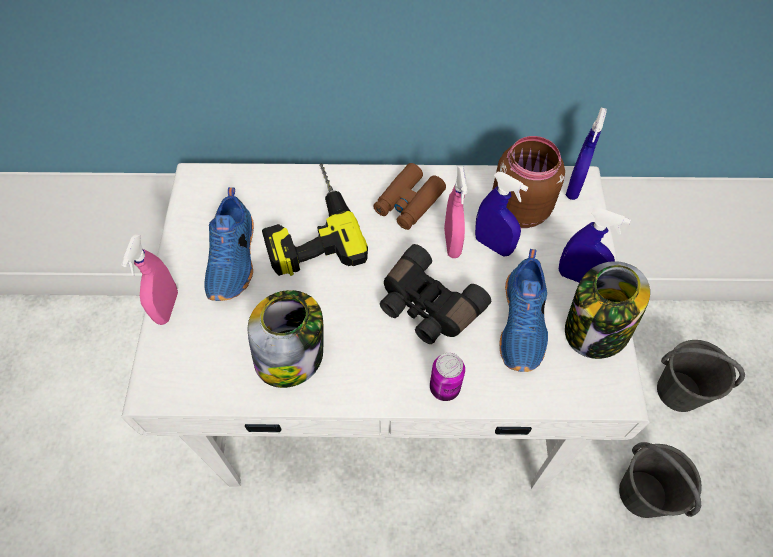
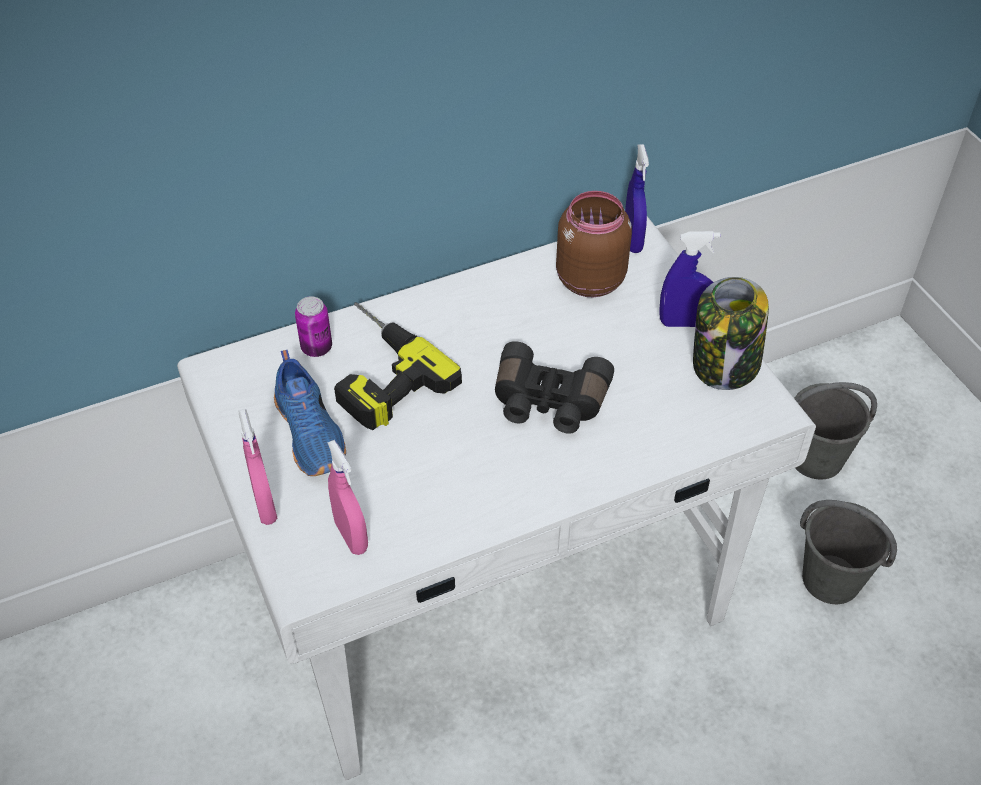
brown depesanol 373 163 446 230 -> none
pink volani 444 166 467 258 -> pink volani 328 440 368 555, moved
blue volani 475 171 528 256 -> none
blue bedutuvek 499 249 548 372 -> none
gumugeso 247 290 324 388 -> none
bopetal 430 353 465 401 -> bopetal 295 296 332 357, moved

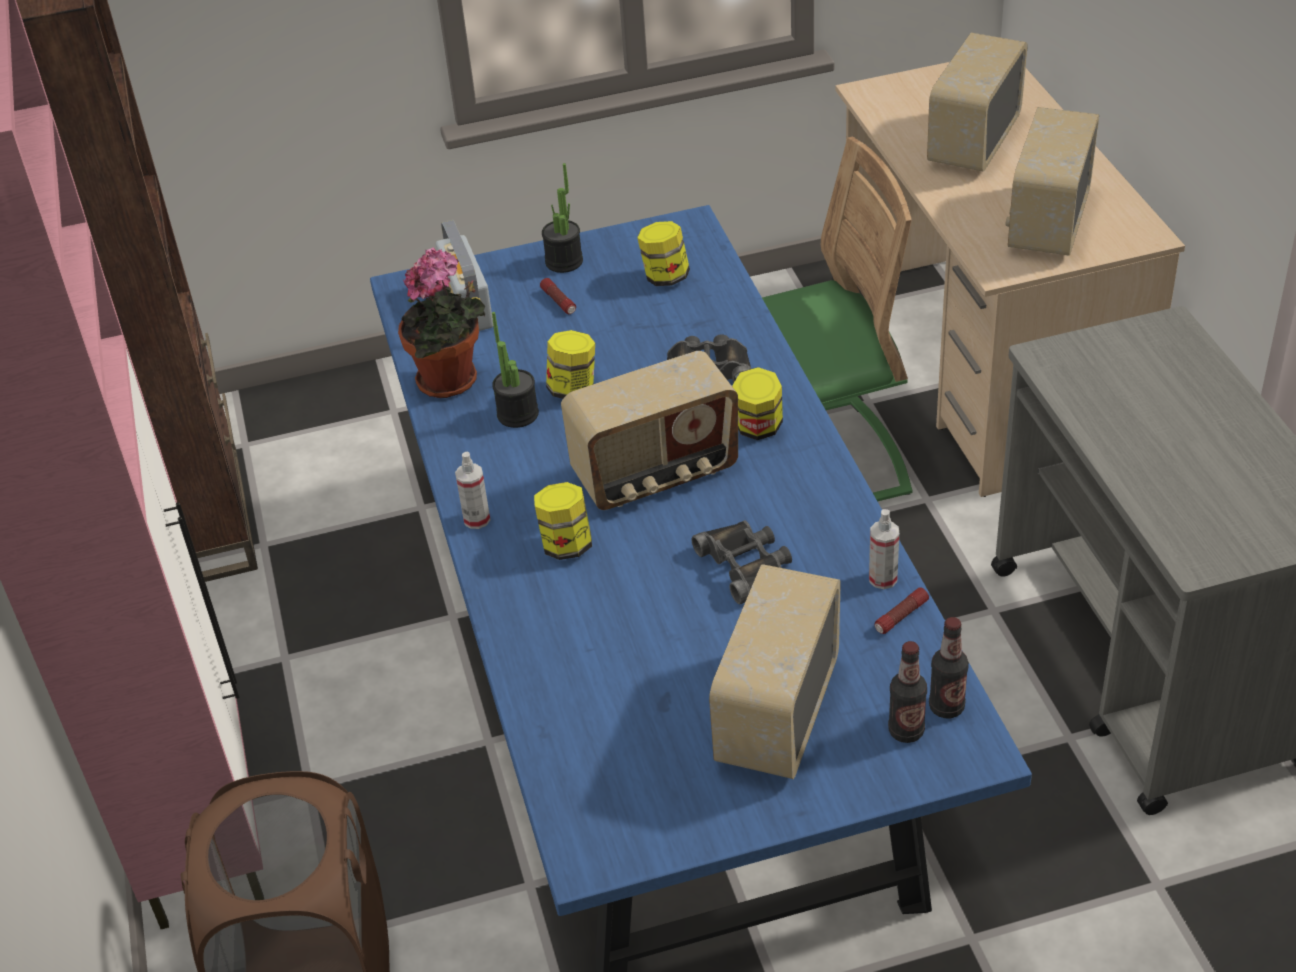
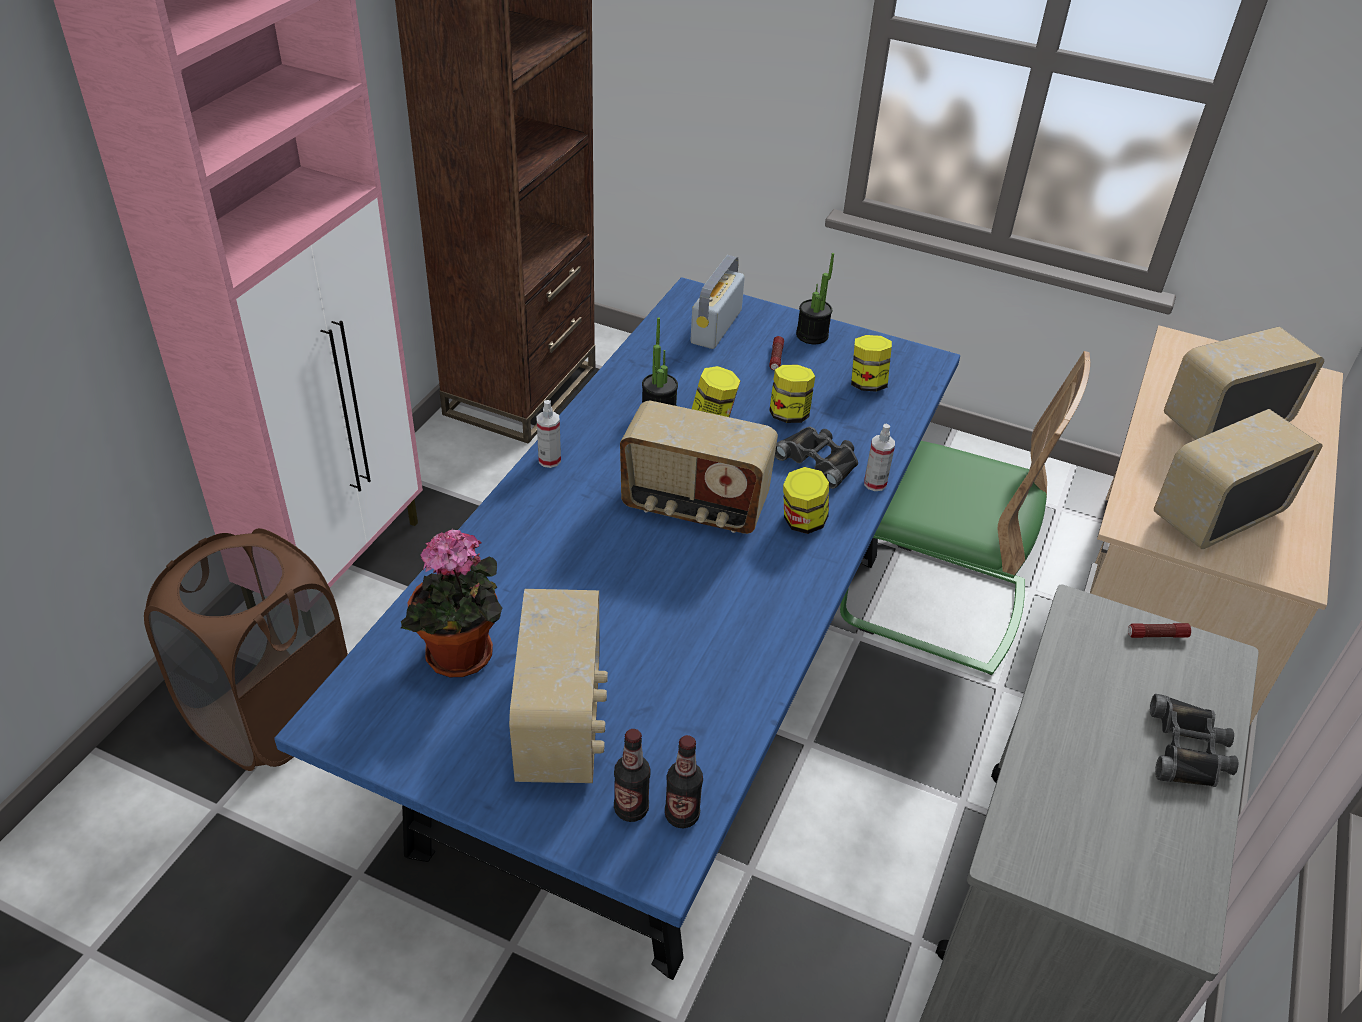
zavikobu 398 247 485 398 -> zavikobu 401 530 502 677, moved
gumugeso 534 482 592 560 -> gumugeso 769 365 815 423, moved
volani 869 509 899 589 -> volani 864 424 895 491, moved
black depesanol 692 520 792 604 -> black depesanol 1150 694 1238 787, moved
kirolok 709 564 841 779 -> kirolok 509 589 608 783, 120 degrees clockwise
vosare 875 587 929 634 -> vosare 1128 623 1191 638, moved

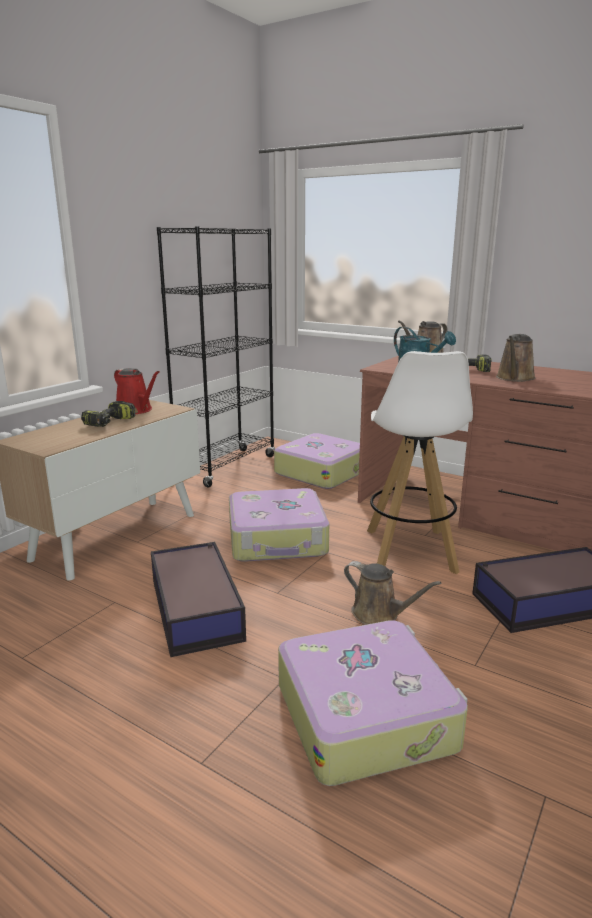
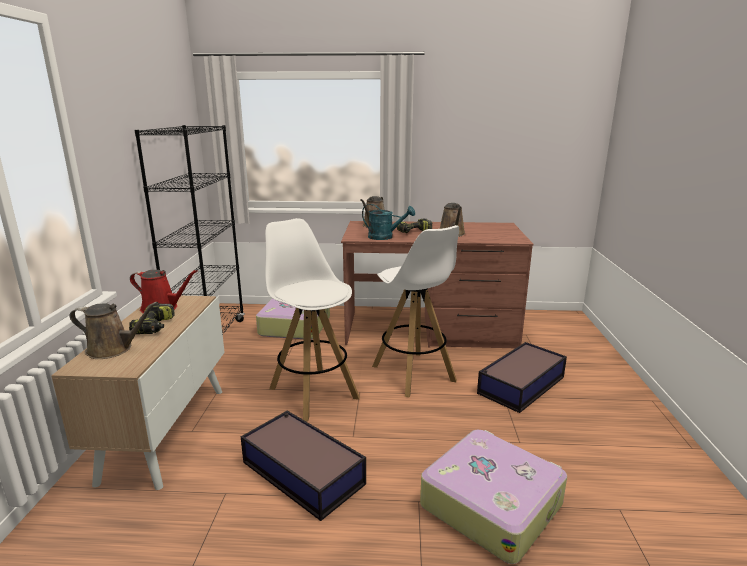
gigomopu 229 488 329 562 -> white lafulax 265 218 360 421
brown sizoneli 344 561 441 625 -> brown sizoneli 70 302 158 359, moved

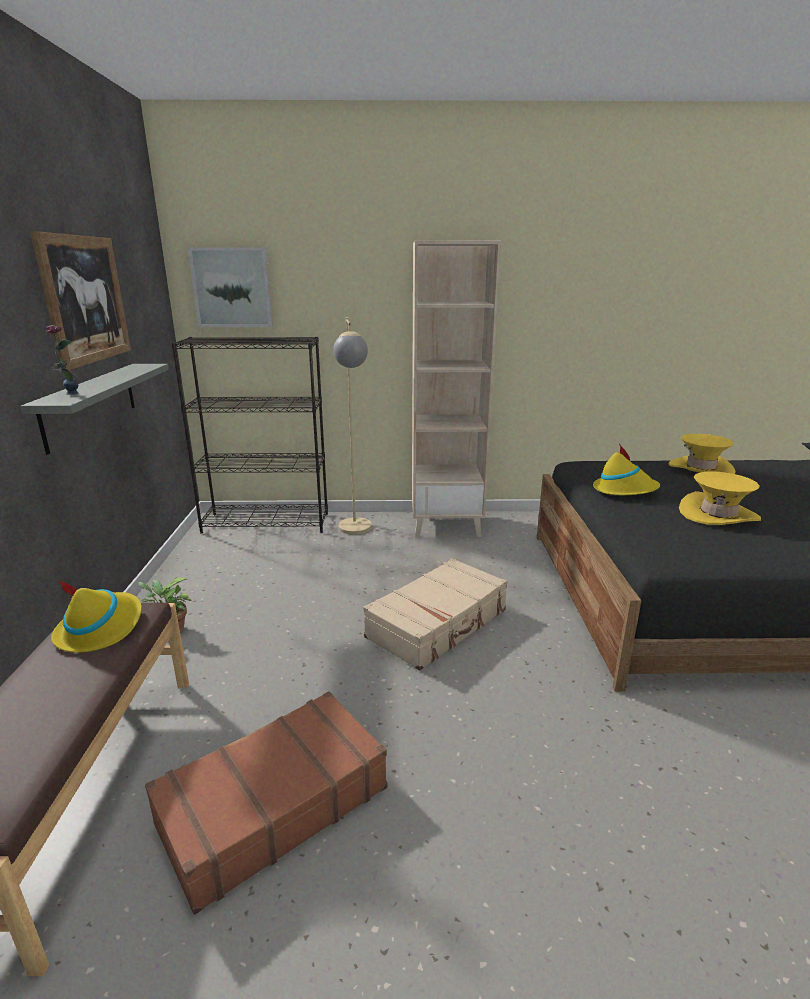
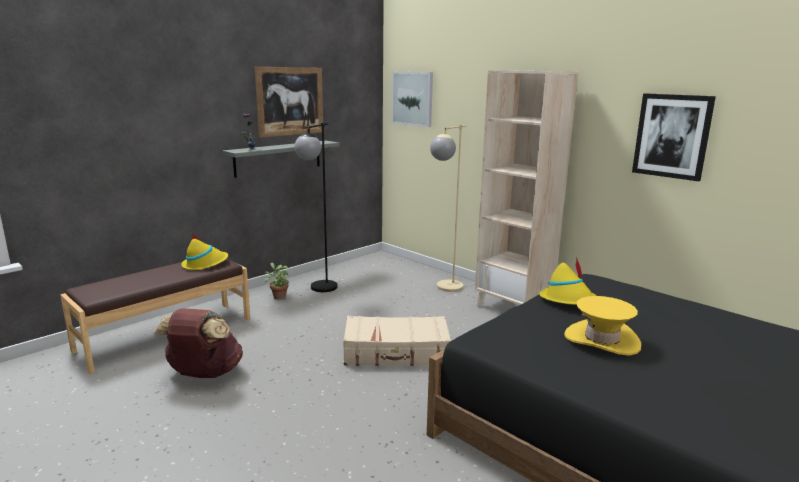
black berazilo 171 337 328 533 -> none
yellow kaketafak 669 434 735 474 -> none
brown gigomopu 145 691 387 915 -> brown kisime 154 308 243 378
none -> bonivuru 632 93 716 181
none -> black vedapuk 295 123 338 292

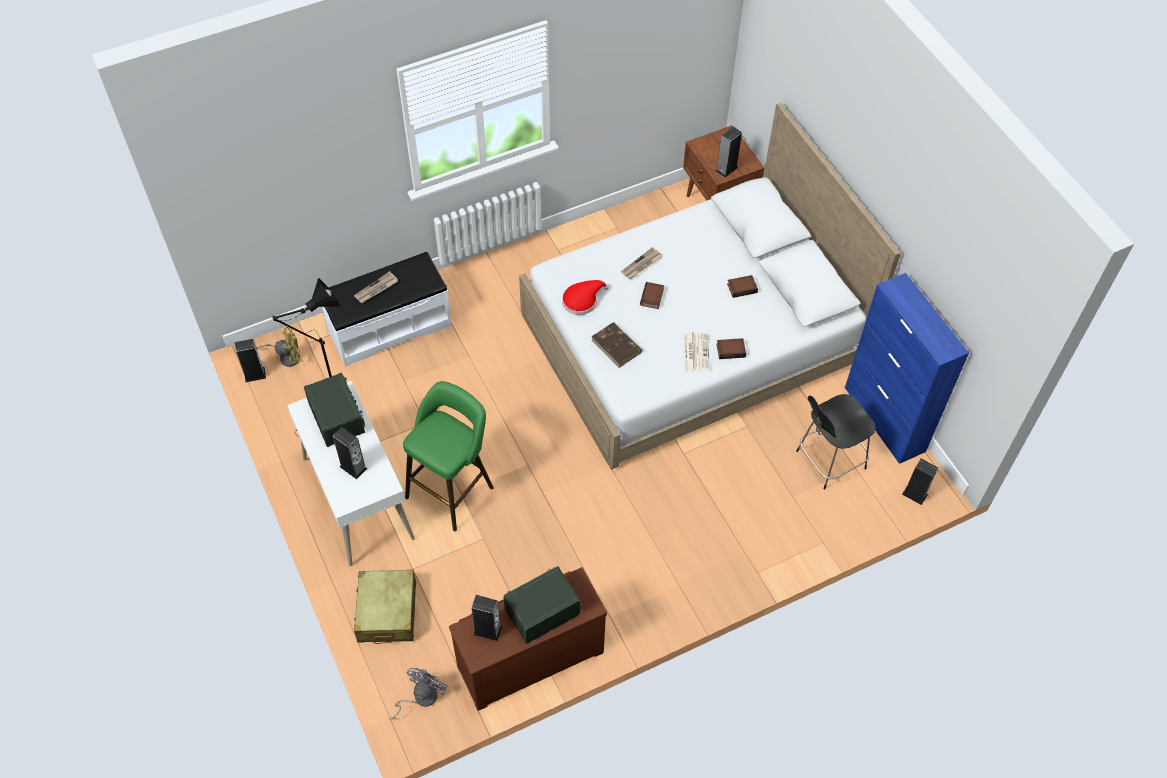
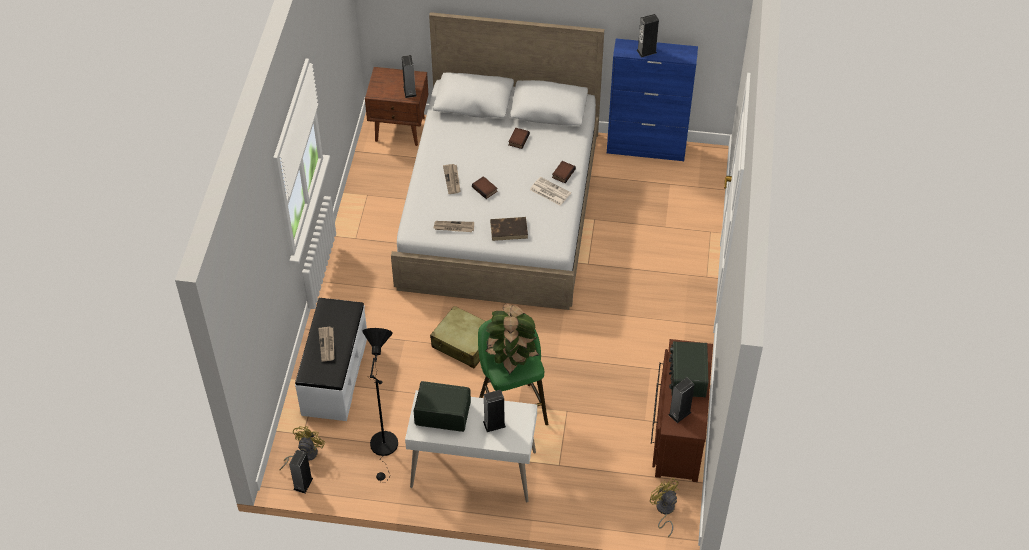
red kaketafak 562 280 609 315 -> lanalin 433 221 474 232
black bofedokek 796 394 876 490 -> none
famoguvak 902 458 938 505 -> famoguvak 637 14 659 58, moved
beige gigomopu 354 570 416 644 -> beige gigomopu 430 306 486 368, moved
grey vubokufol 389 668 447 720 -> yellow vubokufol 650 478 679 537
none -> zavikobu 485 304 539 375

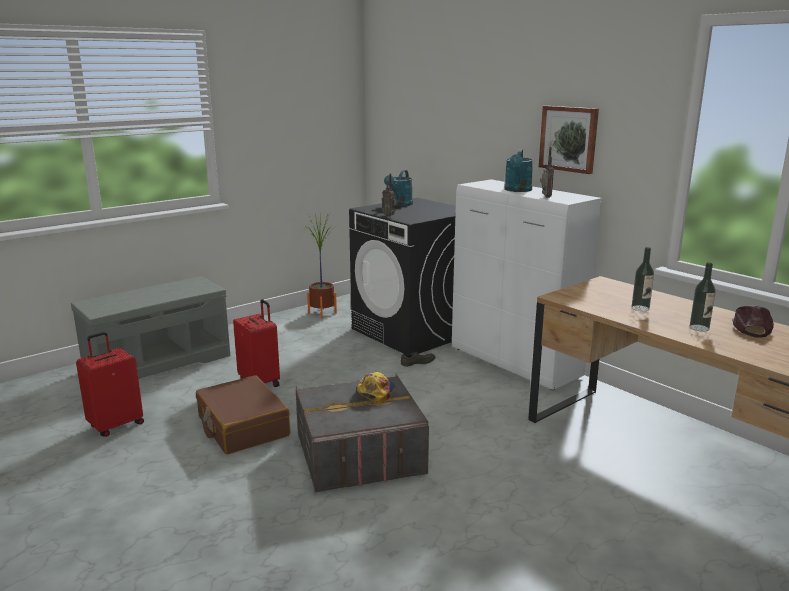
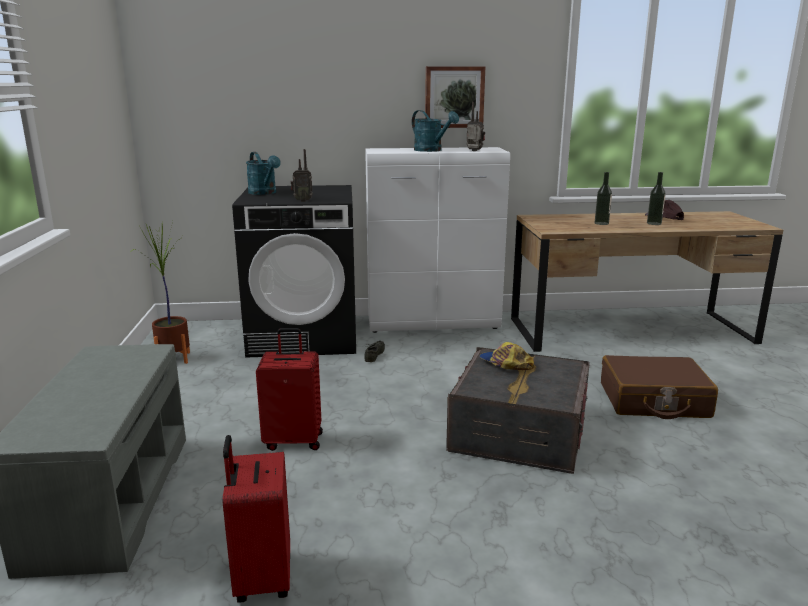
brown gigomopu 196 375 290 454 -> brown gigomopu 601 355 718 419, moved

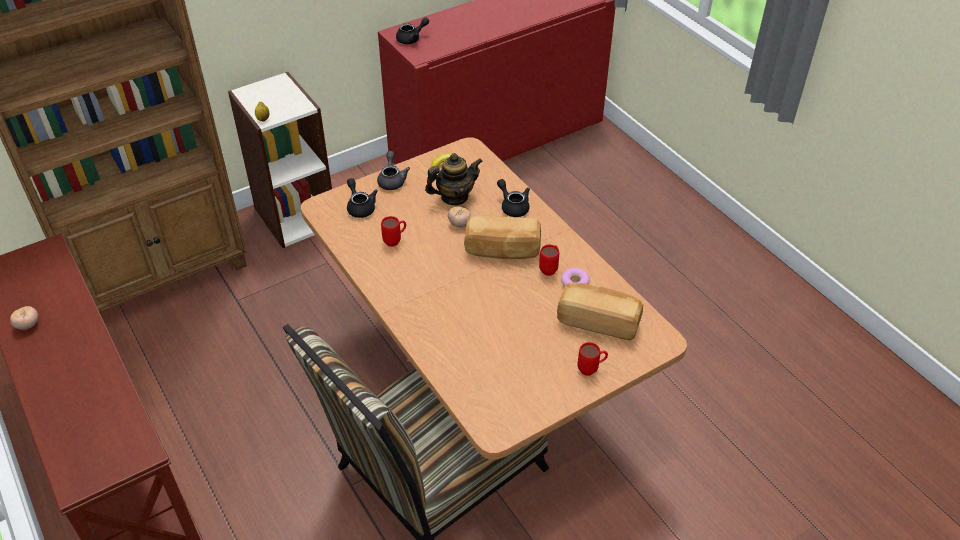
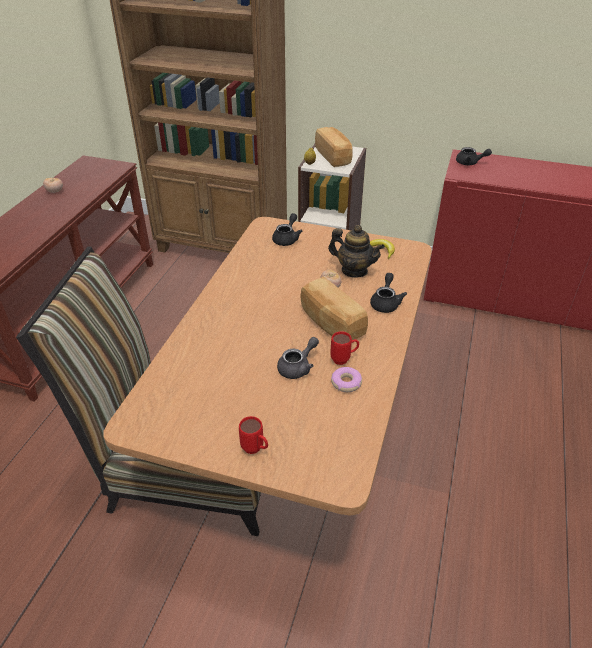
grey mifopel 377 151 410 190 -> grey mifopel 277 337 319 379, moved
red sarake 381 216 406 247 -> none
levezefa 557 282 643 340 -> levezefa 315 127 353 167, moved

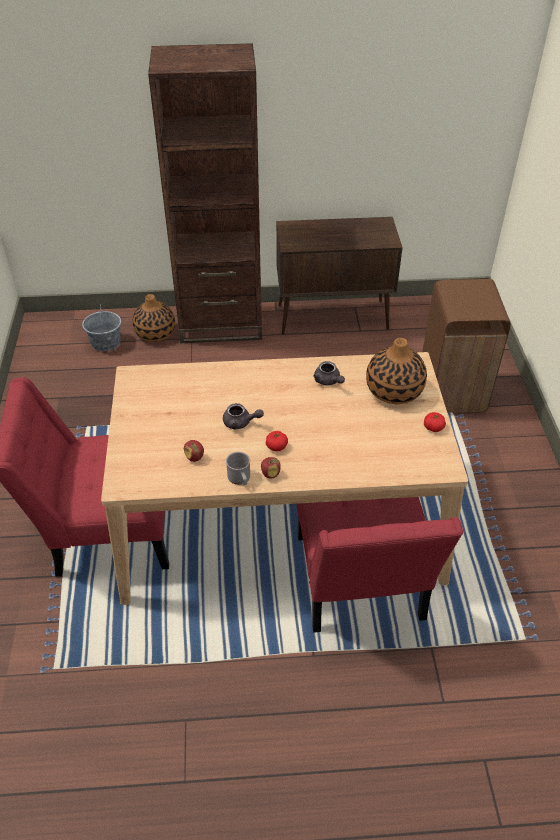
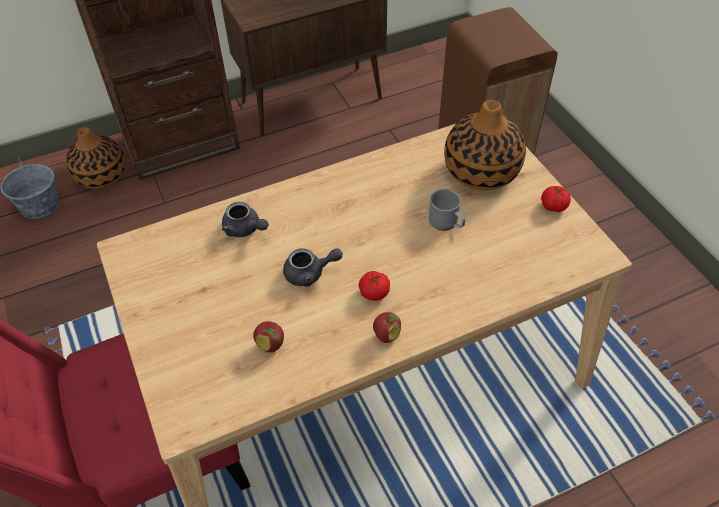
grey mifopel 313 361 345 386 -> grey mifopel 222 202 268 237, moved
grey sarake 226 452 250 485 -> grey sarake 429 189 465 231, moved
red bofedokek 296 497 463 633 -> none

